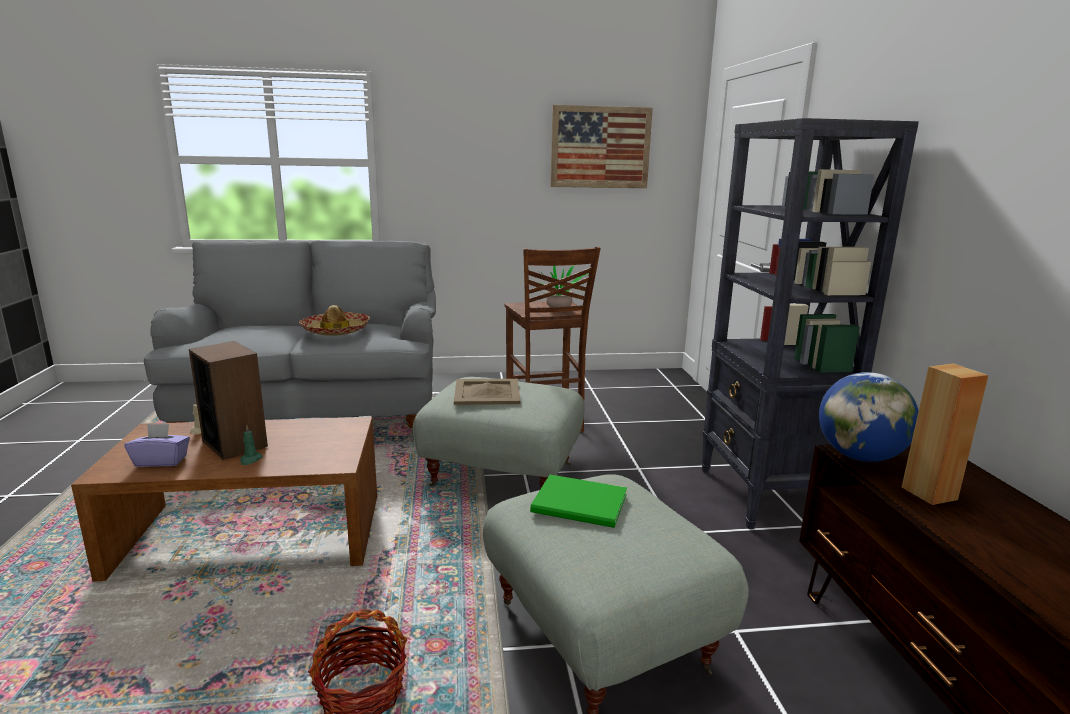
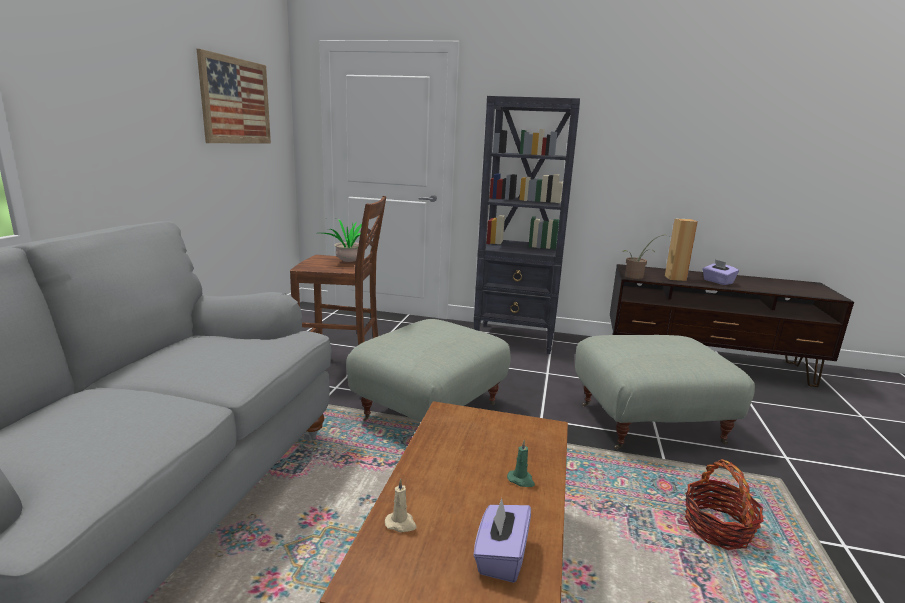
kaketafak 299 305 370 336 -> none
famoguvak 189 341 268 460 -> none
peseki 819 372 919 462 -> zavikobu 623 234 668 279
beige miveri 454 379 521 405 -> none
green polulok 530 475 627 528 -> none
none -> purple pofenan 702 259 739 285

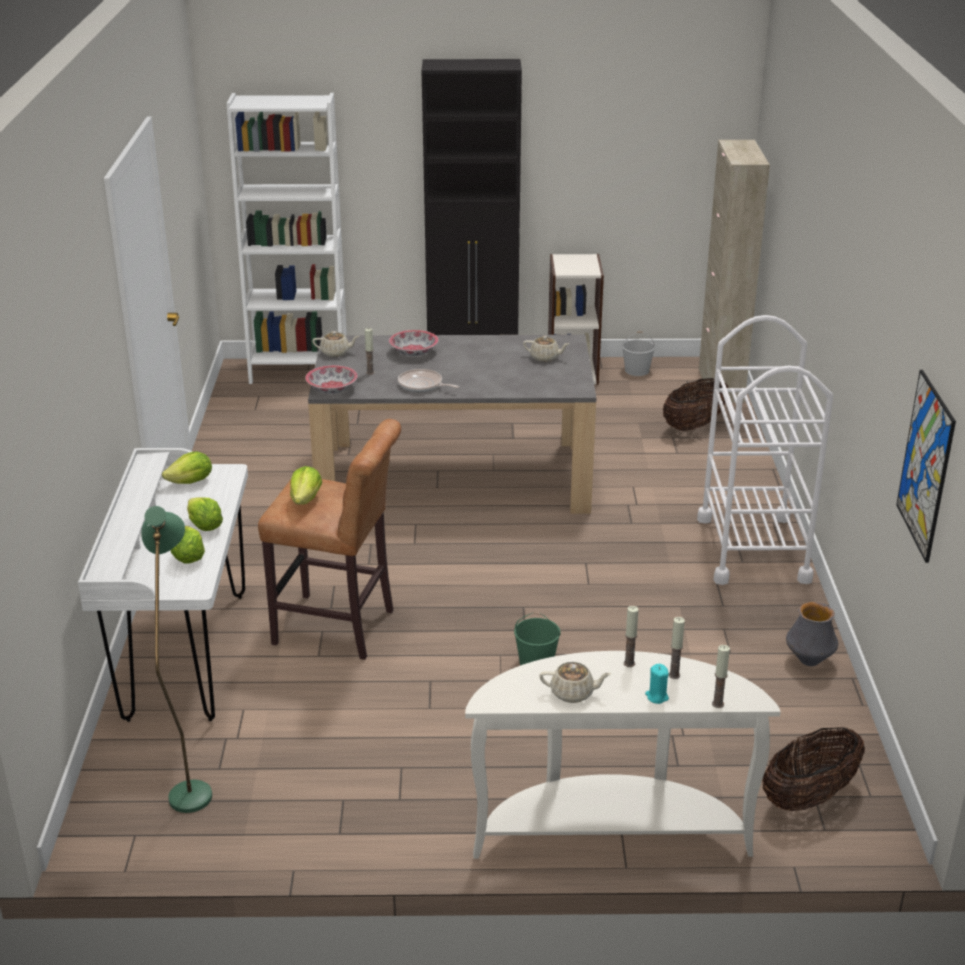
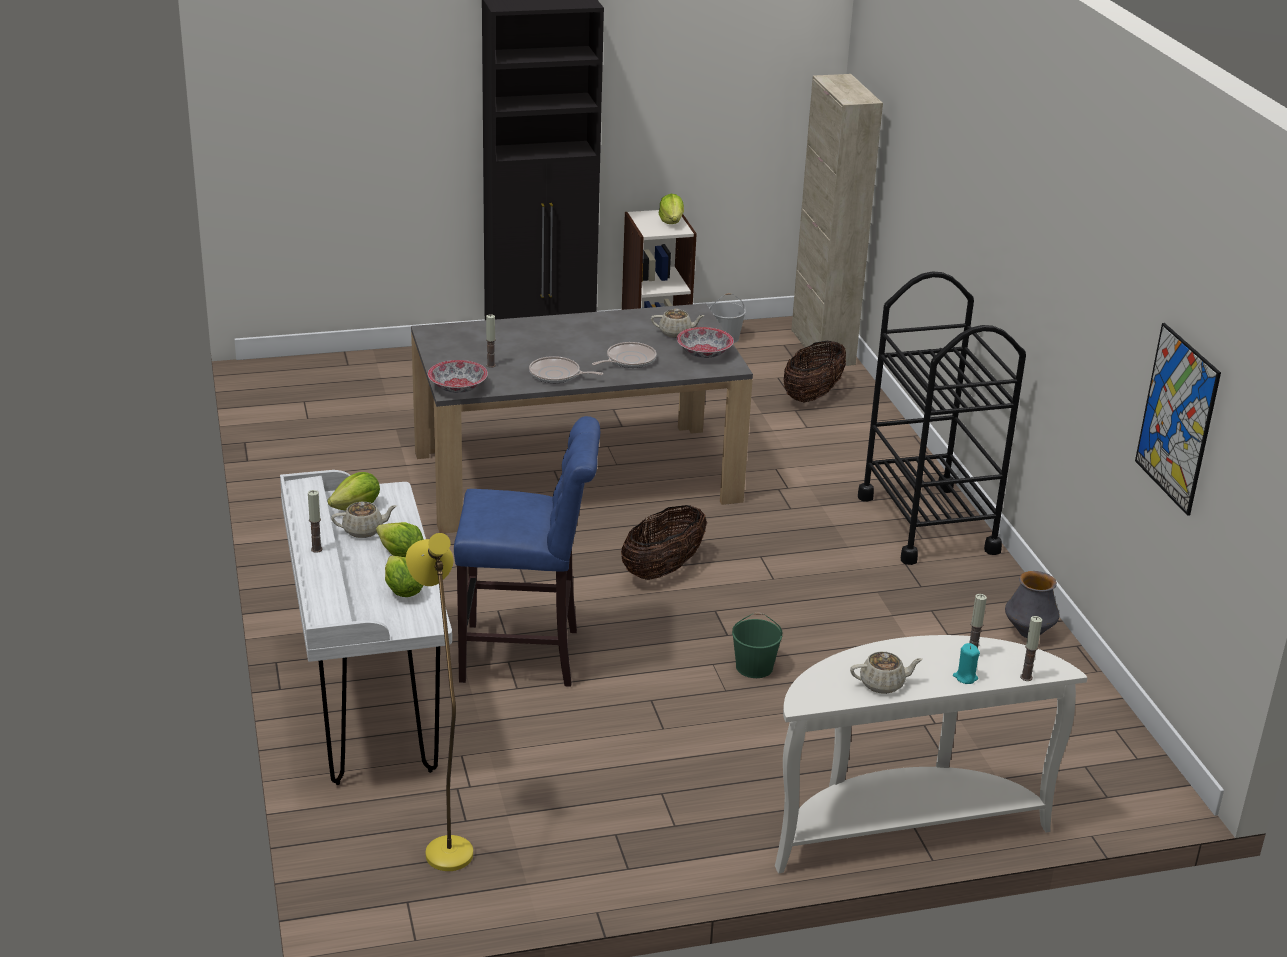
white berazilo 227 93 347 384 -> none
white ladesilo 697 315 833 585 -> black ladesilo 858 271 1026 565
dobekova 389 330 438 356 -> dobekova 677 327 734 358, moved
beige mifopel 312 331 359 357 -> beige mifopel 331 502 397 538, moved
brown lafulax 258 419 401 660 -> blue lafulax 454 416 600 687
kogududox 290 466 322 505 -> kogududox 659 194 684 224, moved
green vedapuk 141 506 212 813 -> yellow vedapuk 406 533 473 871
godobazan 624 606 639 667 -> godobazan 308 490 323 553, moved
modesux 762 727 865 811 -> modesux 621 505 707 580, moved
none -> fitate 592 342 656 368

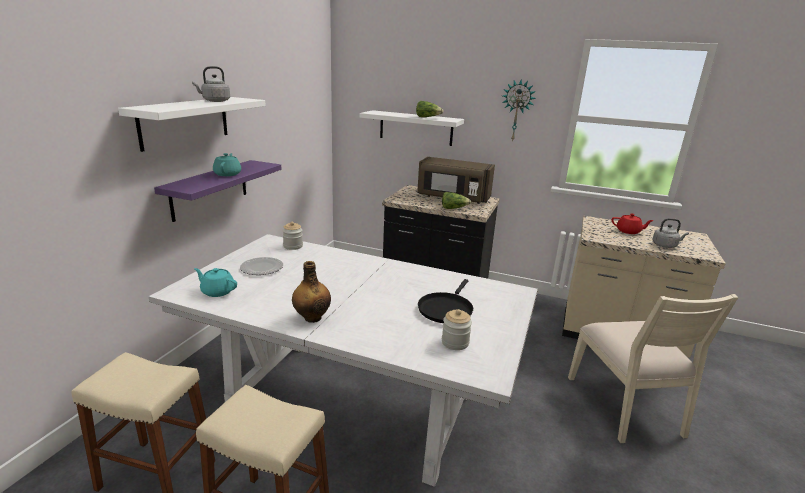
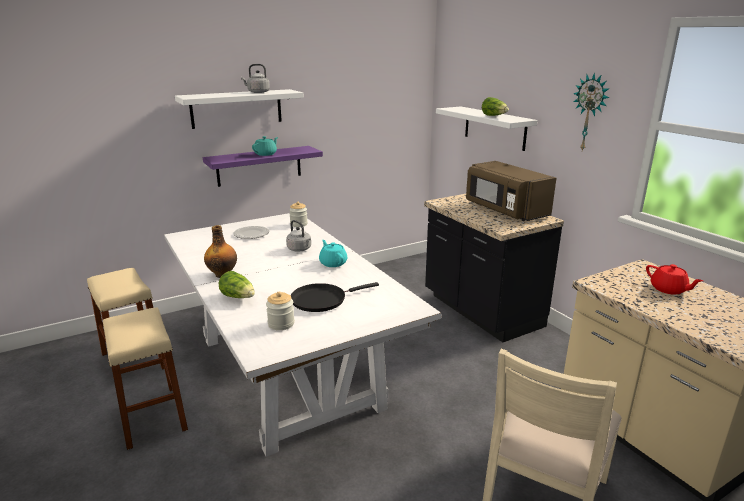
kogududox 442 192 471 209 -> kogududox 219 271 255 298, moved
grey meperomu 652 218 689 248 -> grey meperomu 286 220 311 252, moved
turquoise mifopel 194 268 237 297 -> turquoise mifopel 319 240 347 267, moved

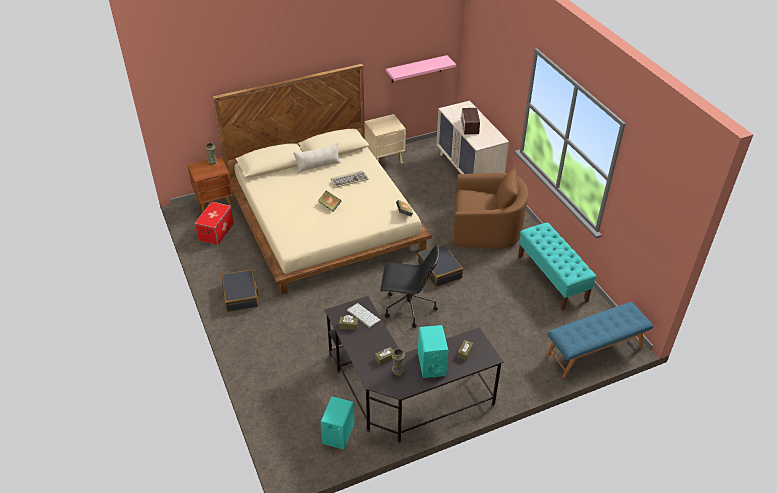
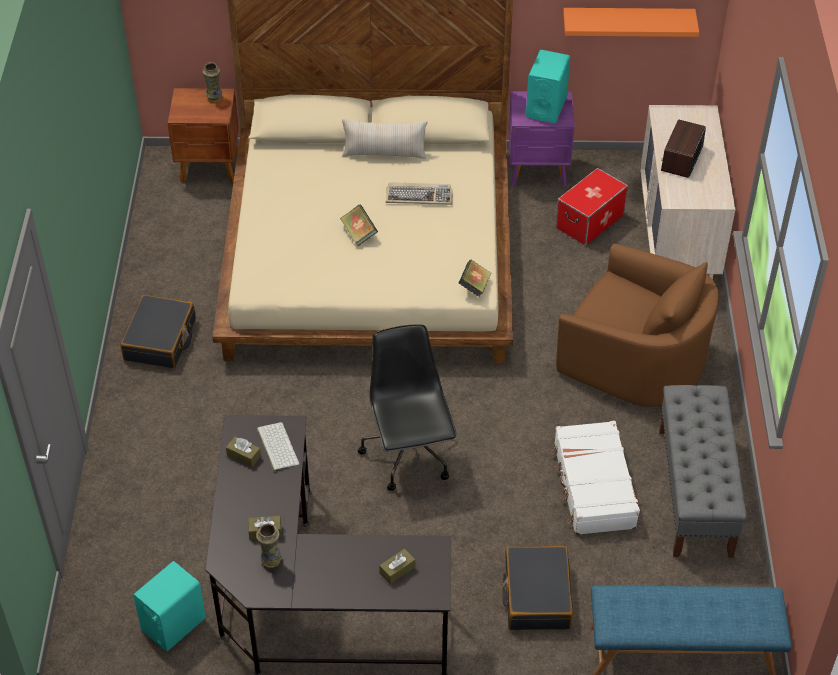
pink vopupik 386 55 456 83 -> orange vopupik 563 8 699 37
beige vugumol 365 114 406 163 -> purple vugumol 509 91 575 186
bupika 194 201 234 245 -> bupika 556 168 628 246, moved
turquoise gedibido 518 223 597 311 -> grey gedibido 659 385 747 558
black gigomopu 418 244 463 287 -> black gigomopu 502 546 573 630, moved
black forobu 380 245 439 328 -> black forobu 358 324 457 491, 135 degrees counterclockwise
turquoise famoguvak 418 325 448 378 -> turquoise famoguvak 526 50 570 123, moved
none -> white gigomopu 551 421 640 535

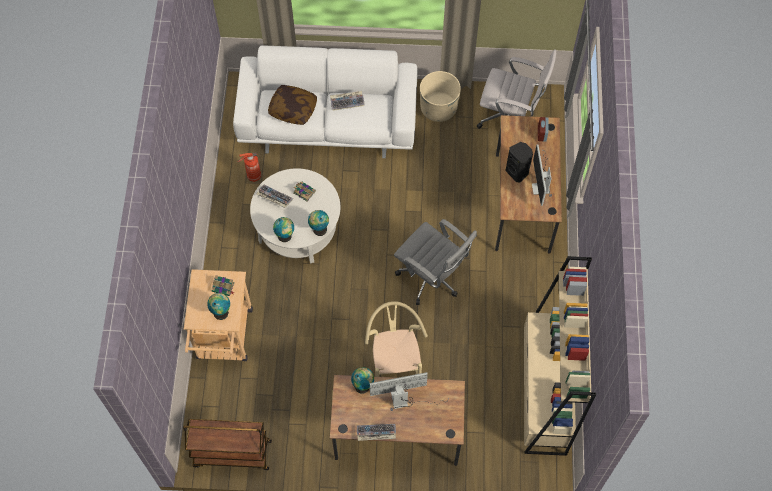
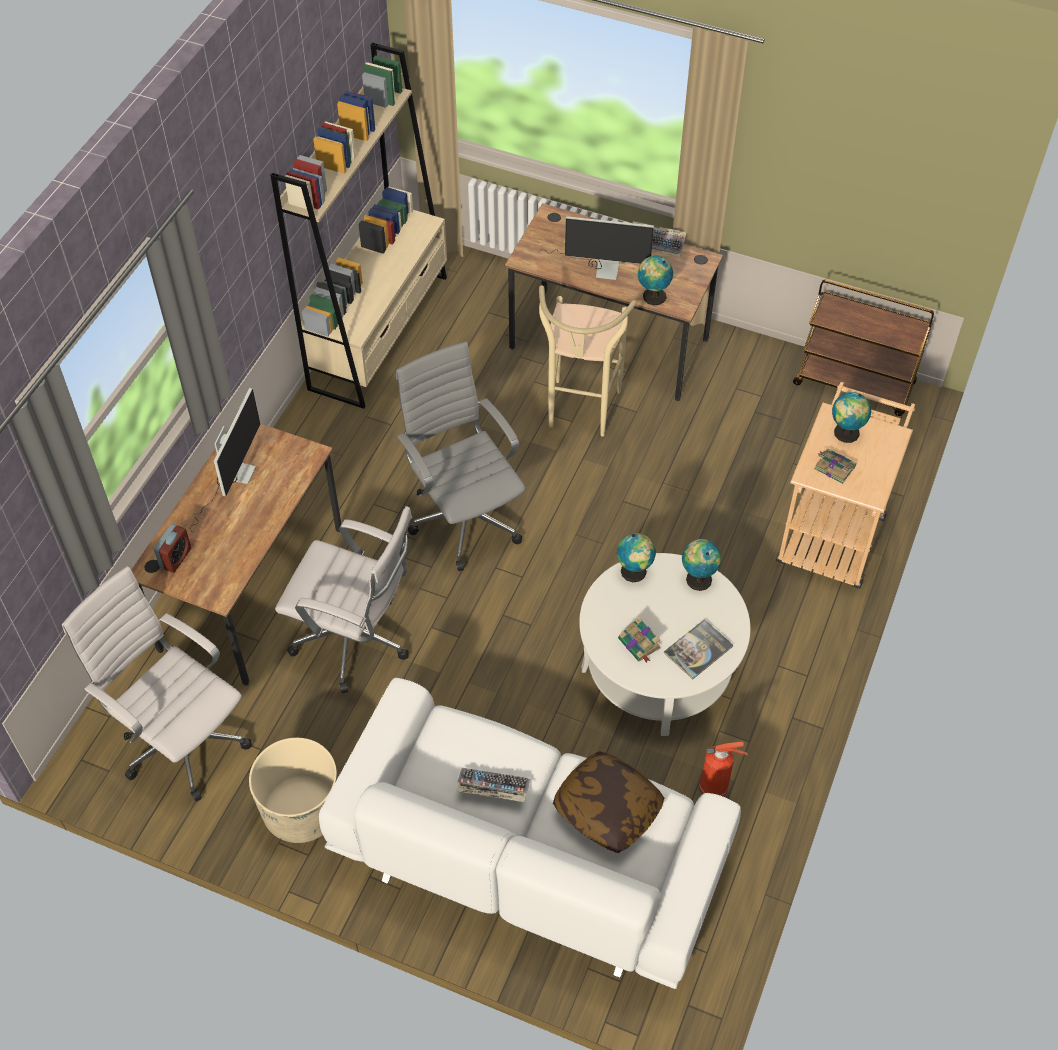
black famoguvak 506 142 533 182 -> none
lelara 257 184 293 208 -> polulok 664 619 733 679
none -> white forobu 275 506 412 694

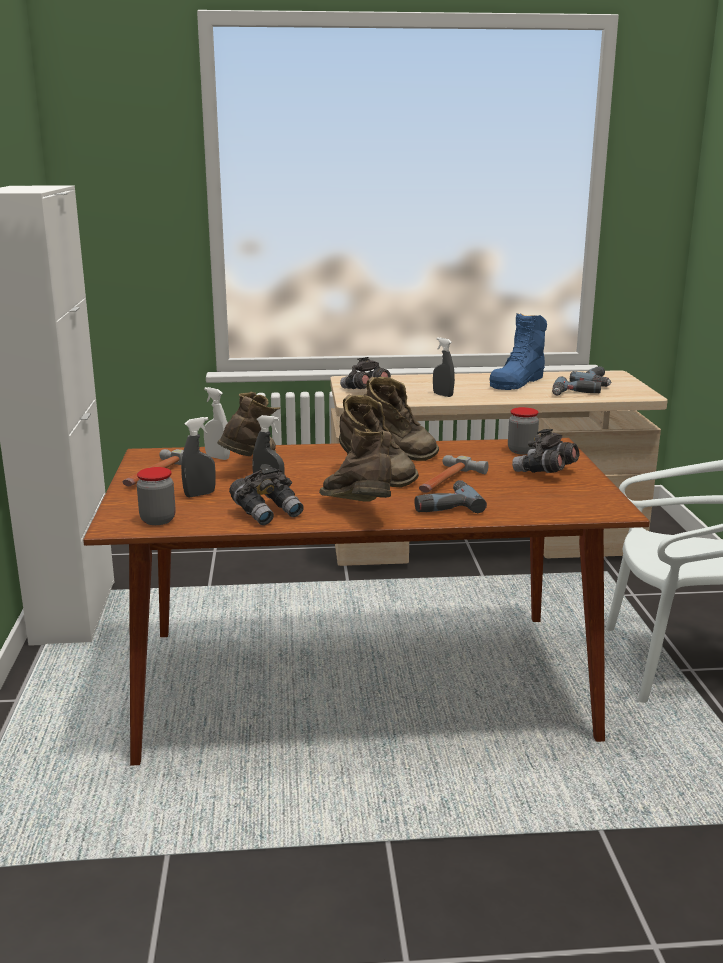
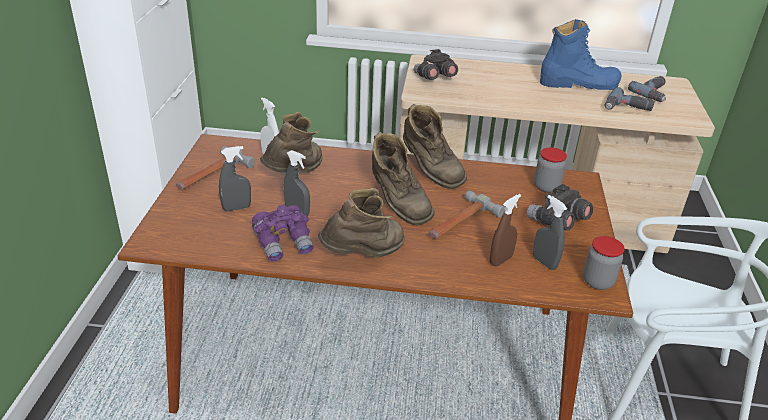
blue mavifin 489 313 547 390 -> blue mavifin 540 19 622 90, 135 degrees counterclockwise
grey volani 433 337 455 397 -> grey volani 533 195 567 270, moved
brown mavifin 319 428 392 502 -> brown mavifin 318 188 405 258, 75 degrees clockwise
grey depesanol 229 464 304 525 -> purple depesanol 252 205 314 262
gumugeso 137 467 176 525 -> gumugeso 583 236 625 290, moved
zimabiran 414 480 487 513 -> none
none -> brown volani 490 194 521 266

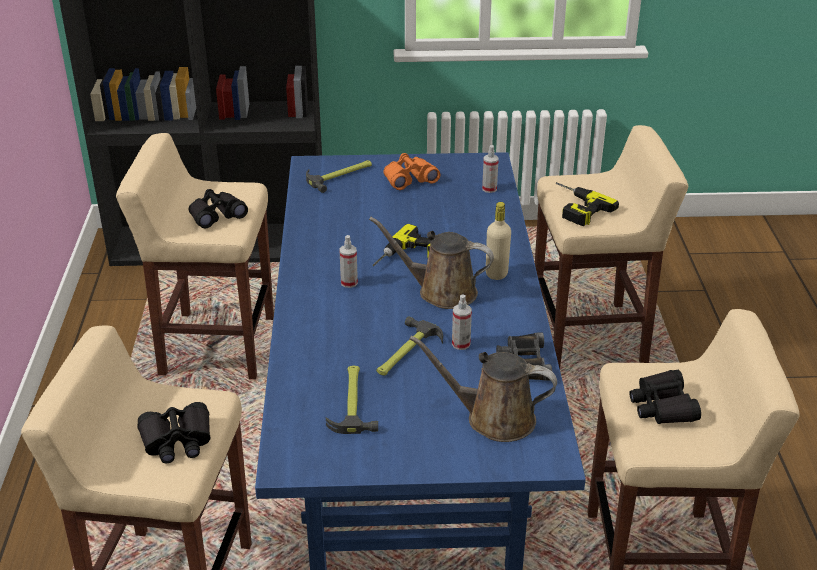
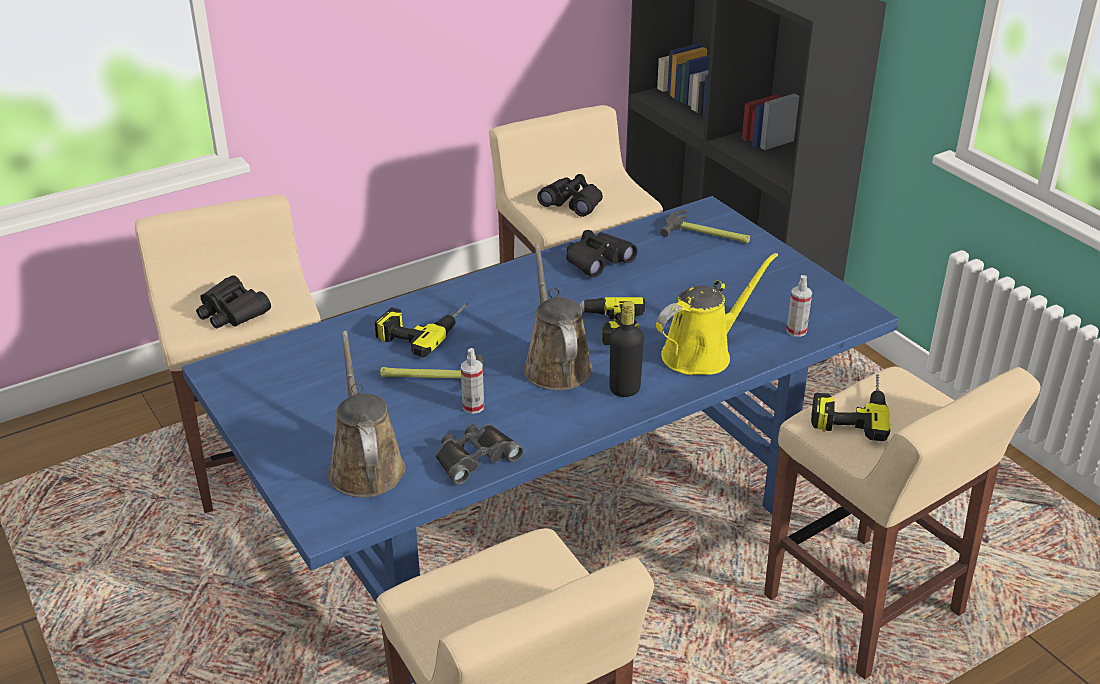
orange depesanol 383 153 440 190 -> none
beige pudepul 486 202 511 280 -> black pudepul 609 301 644 397
volani 339 235 358 288 -> none
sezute 326 366 378 434 -> none
black depesanol 630 370 701 424 -> black depesanol 566 230 637 277, moved
none -> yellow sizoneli 656 253 778 375
none -> zimabiran 375 303 468 358

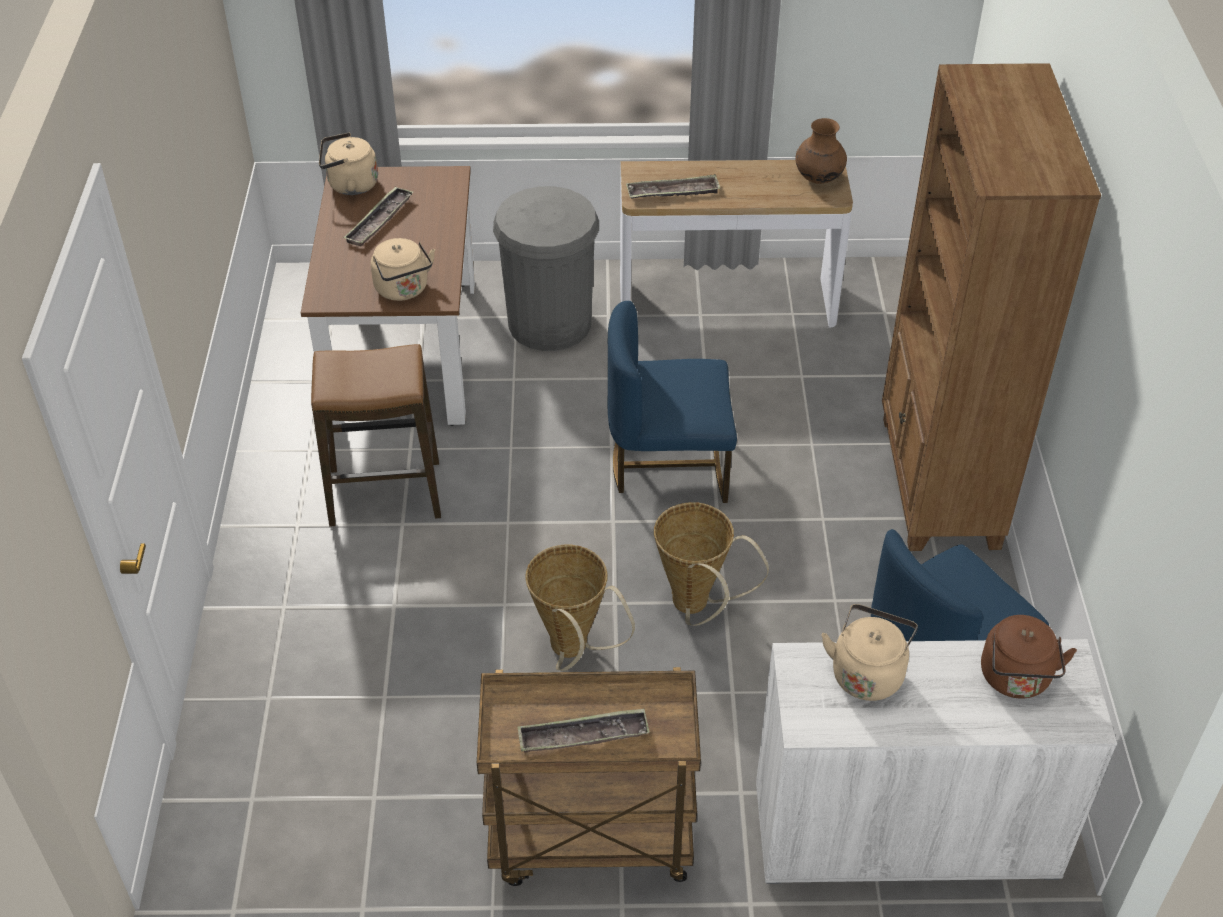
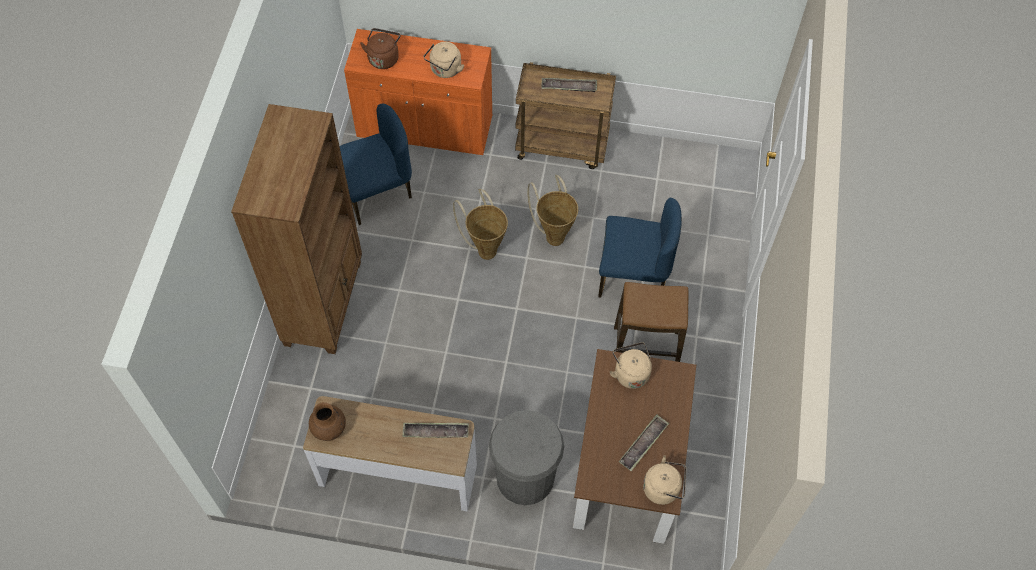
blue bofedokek 608 301 737 503 -> blue bofedokek 598 198 682 298, moved
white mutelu 756 639 1117 884 -> orange mutelu 344 29 492 155

